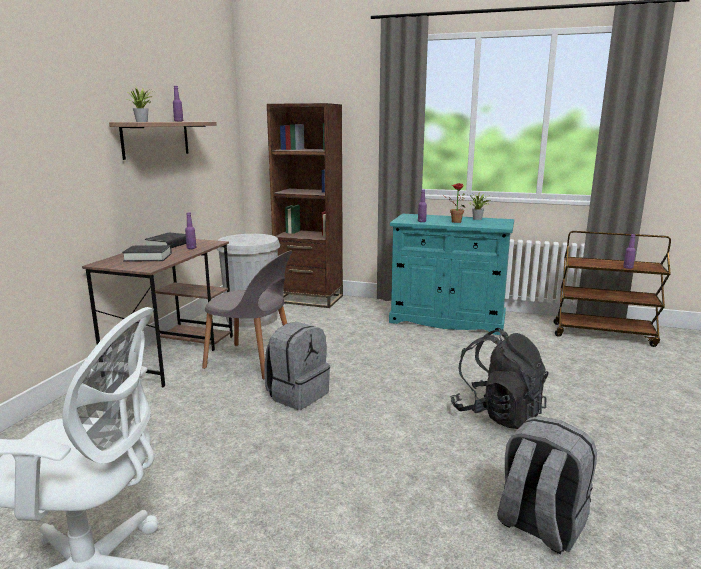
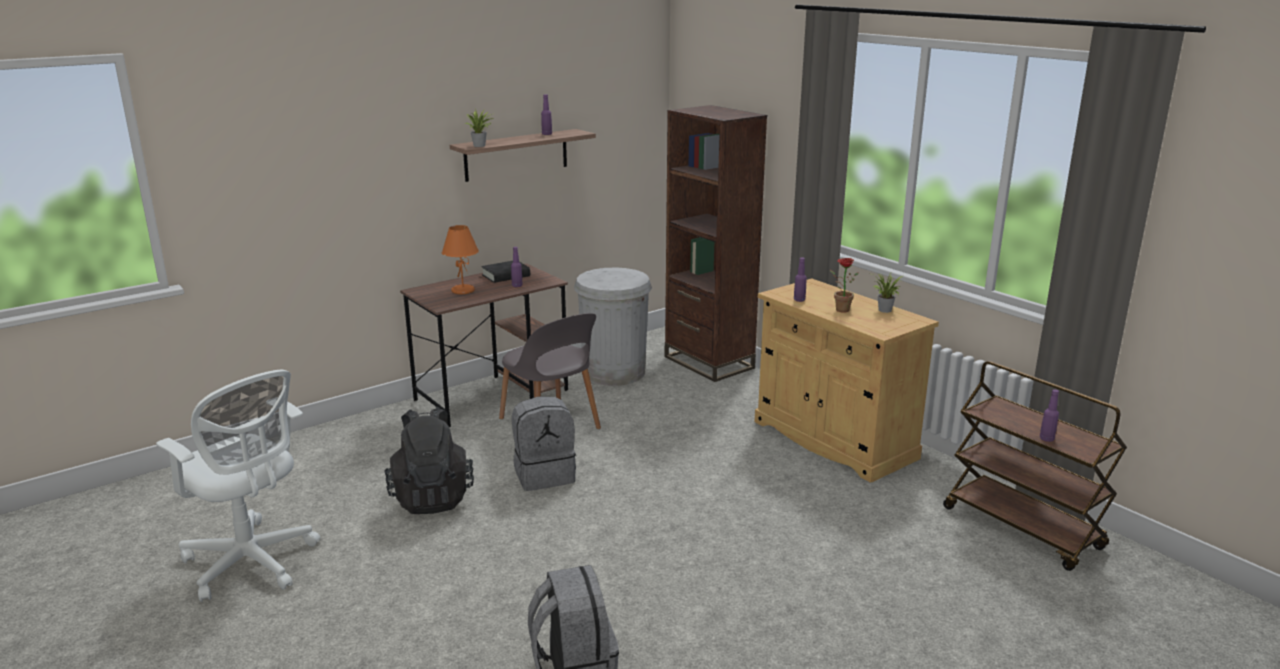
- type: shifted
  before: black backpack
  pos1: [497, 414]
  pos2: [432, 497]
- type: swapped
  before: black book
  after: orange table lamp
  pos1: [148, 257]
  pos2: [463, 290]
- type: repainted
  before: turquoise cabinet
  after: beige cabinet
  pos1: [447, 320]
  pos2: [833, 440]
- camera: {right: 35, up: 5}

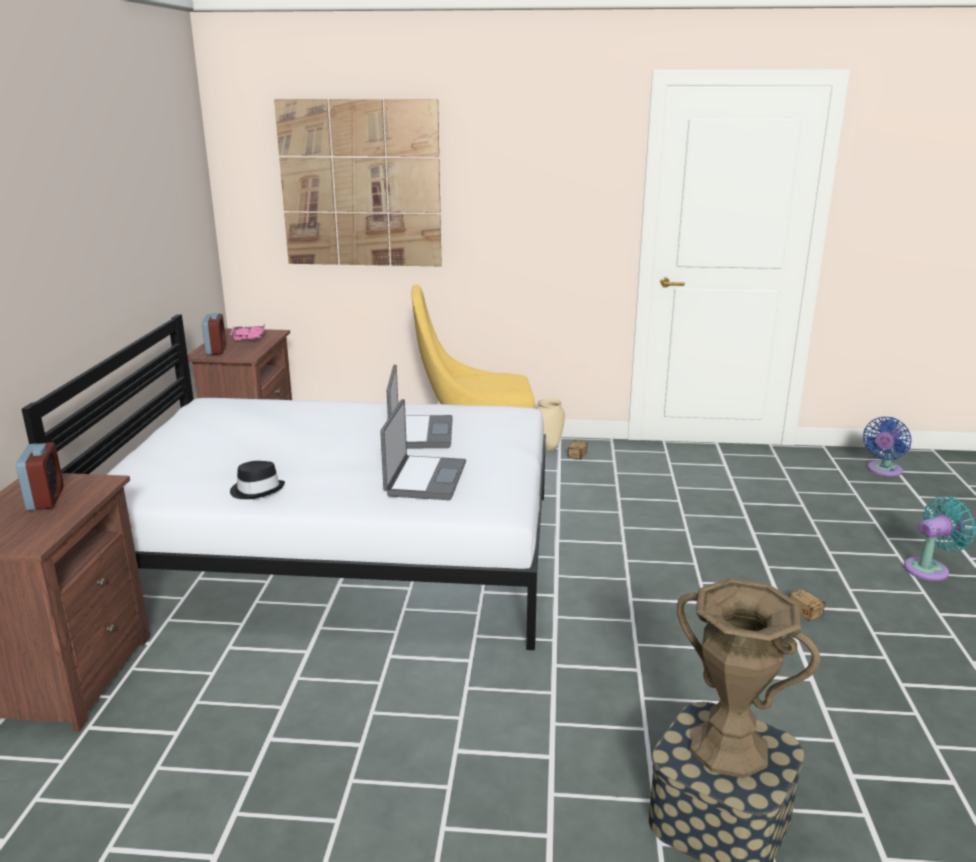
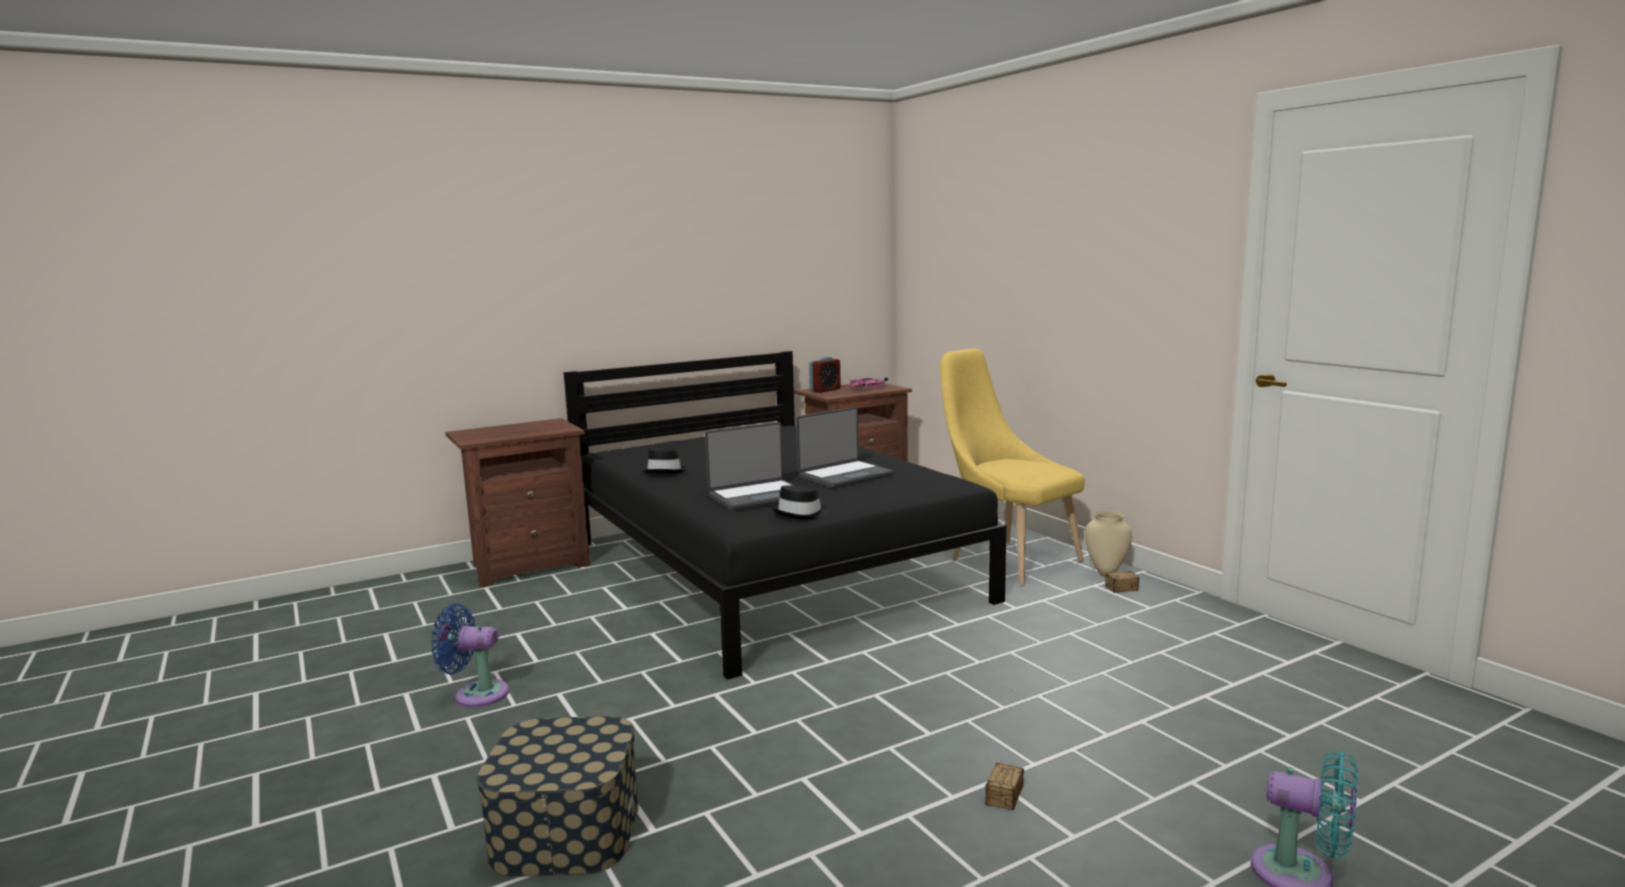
- type: shifted
  before: blue fan
  pos1: [883, 470]
  pos2: [476, 694]
- type: repainted
  before: white bed
  after: black bed
  pos1: [338, 550]
  pos2: [770, 570]
- type: new
  after: black hat
  pos2: [801, 514]
- type: gone
  before: alarm clock
  pos1: [45, 499]
- type: gone
  before: picture
  pos1: [360, 184]
- type: gone
  before: brown vase
  pos1: [728, 748]
- camera: {right: 55, up: -10}

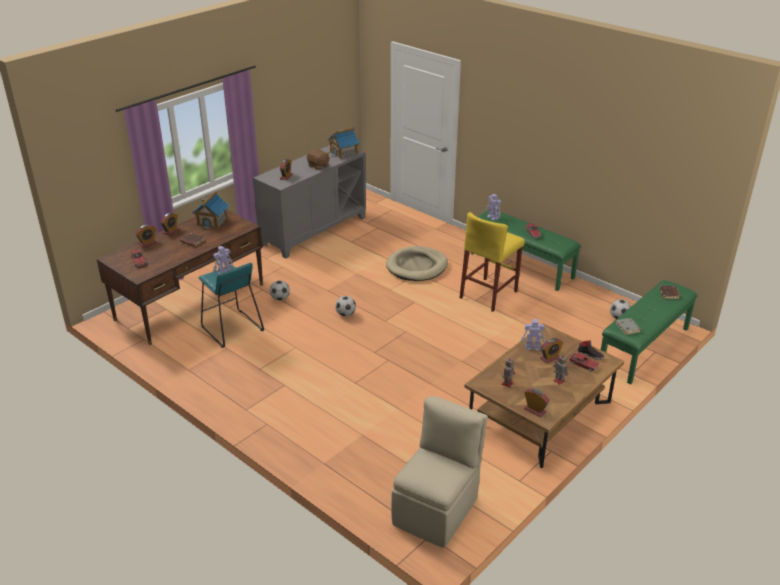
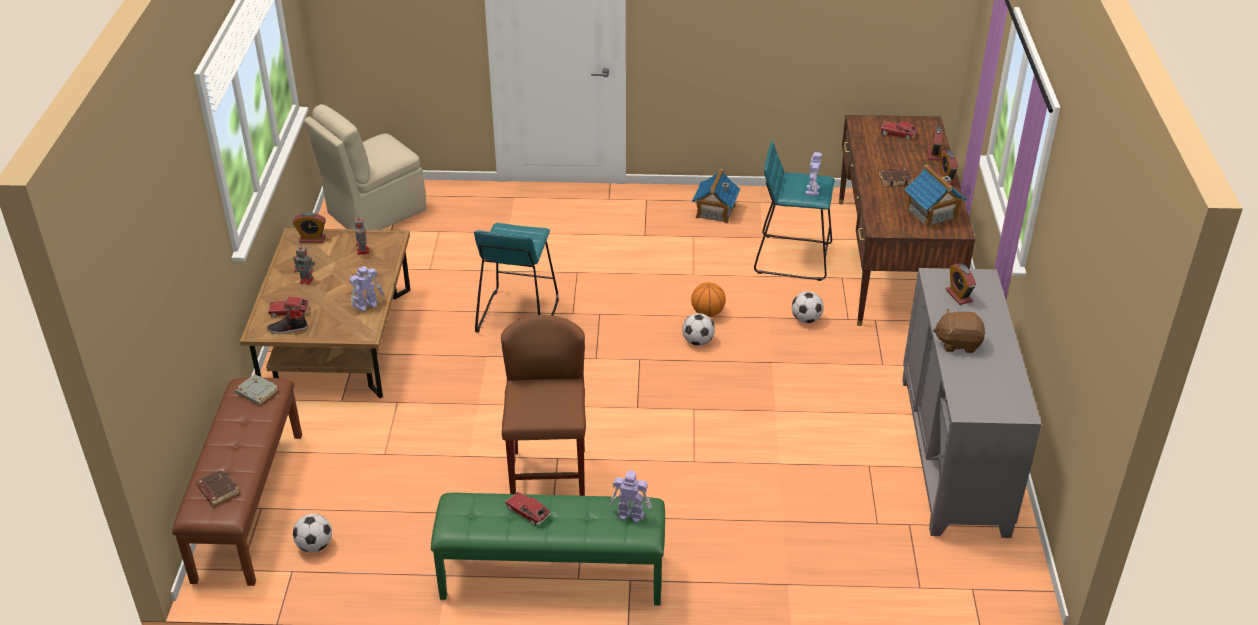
- type: repainted
  before: green bench
  after: brown bench
  pos1: [644, 348]
  pos2: [248, 504]
- type: rotated
  before: beige chair
  pos1: [437, 509]
  pos2: [374, 212]
  turn: 60
- type: new
  after: turquoise stool
  pos2: [517, 315]
- type: repainted
  before: yellow stool
  after: brown stool
  pos1: [488, 294]
  pos2: [548, 480]
- type: new
  after: basketball
  pos2: [707, 313]
- type: shifted
  before: toy house
  pos1: [344, 153]
  pos2: [715, 212]
- type: gone
  before: beige dog bed
  pos1: [417, 266]
- type: gone
  before: alarm clock
  pos1: [550, 358]
- camera: {right: 140, up: 5}

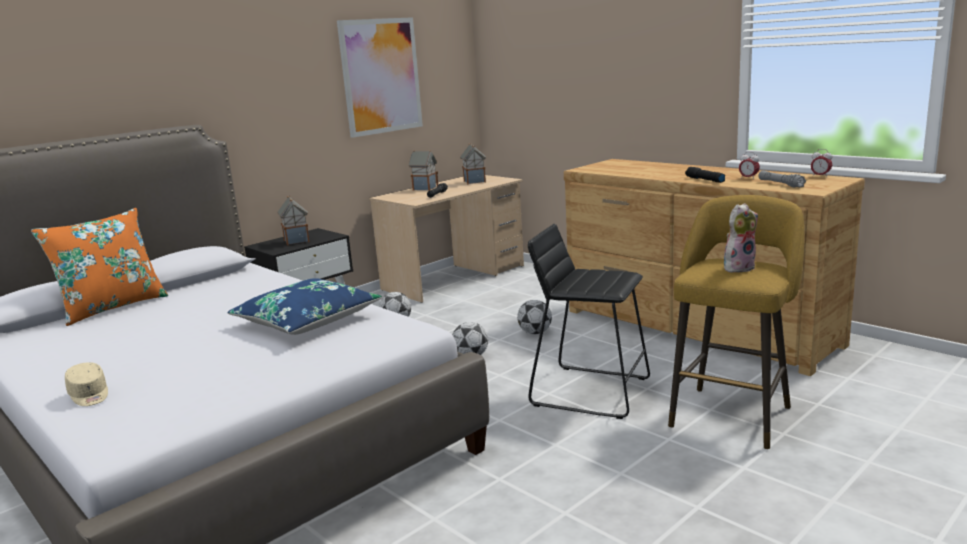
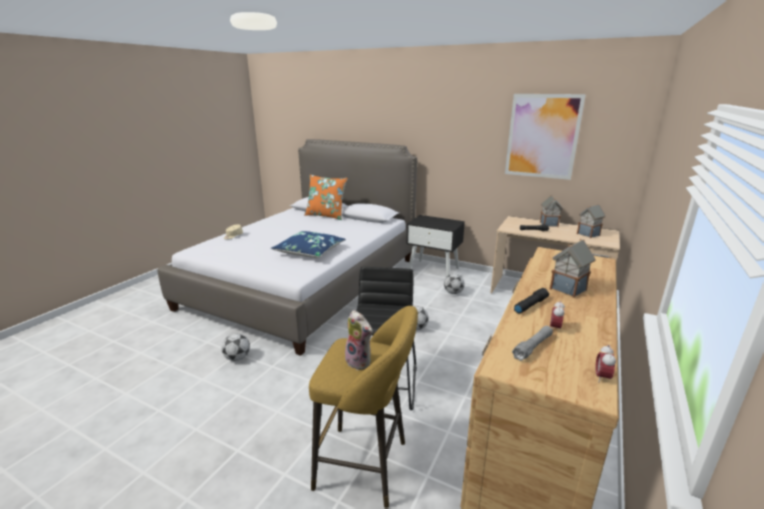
- type: shifted
  before: football
  pos1: [535, 333]
  pos2: [237, 358]
- type: shifted
  before: toy house
  pos1: [296, 241]
  pos2: [568, 289]
- camera: {right: 70, up: 5}

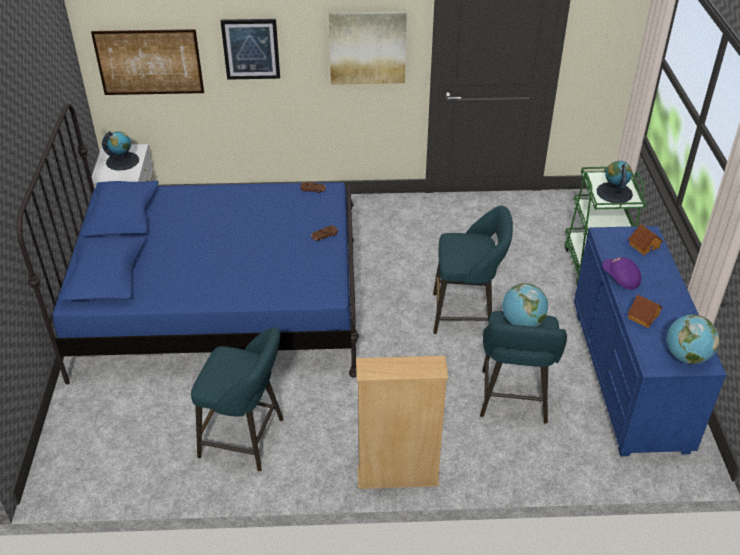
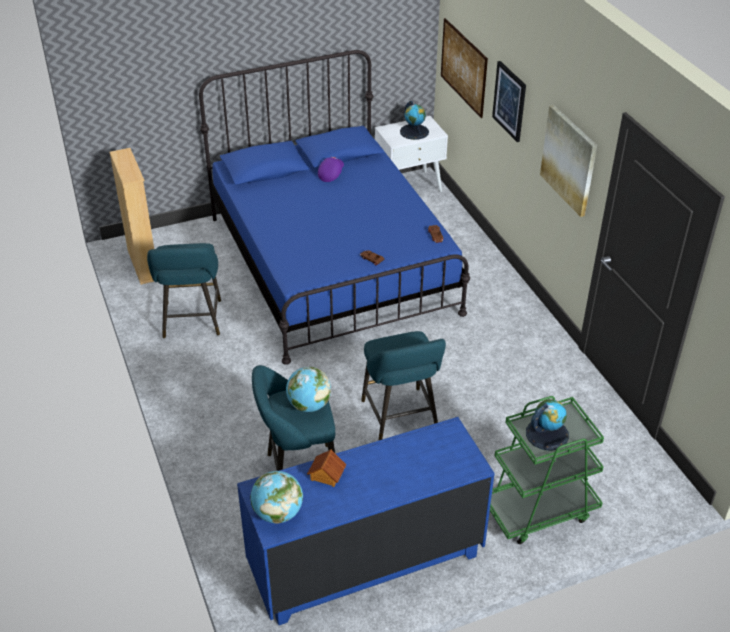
- type: shifted
  before: beige bookcase
  pos1: [398, 477]
  pos2: [143, 265]
- type: shifted
  before: purple cap
  pos1: [620, 278]
  pos2: [331, 174]
- type: gone
  before: toy house
  pos1: [643, 245]
- camera: {right: 70, up: 0}

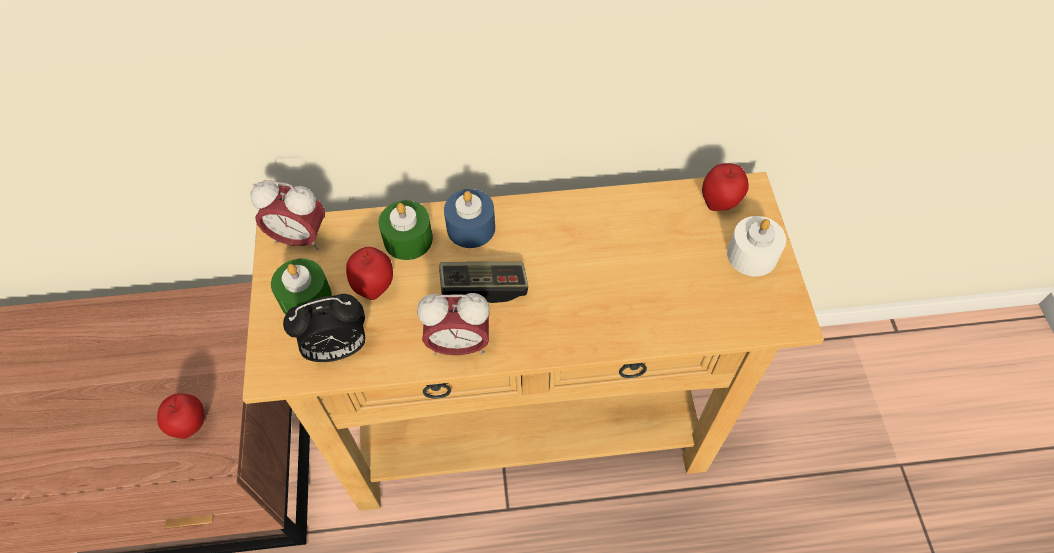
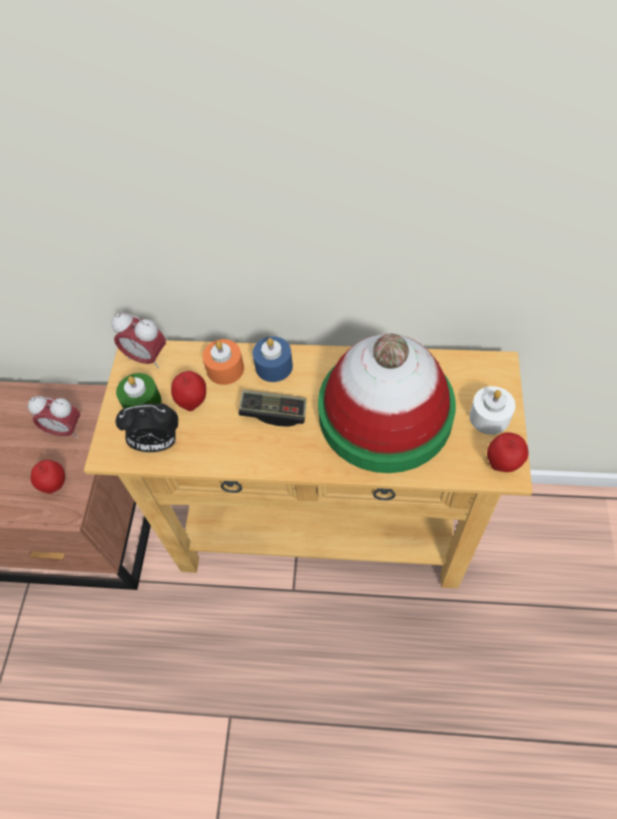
- type: shifted
  before: alarm clock
  pos1: [459, 344]
  pos2: [65, 430]
- type: repainted
  before: green candle
  after: orange candle
  pos1: [408, 239]
  pos2: [225, 369]
- type: new
  after: hat
  pos2: [385, 413]
- type: shifted
  before: apple
  pos1: [719, 203]
  pos2: [502, 464]
- camera: {right: 15, up: 0}

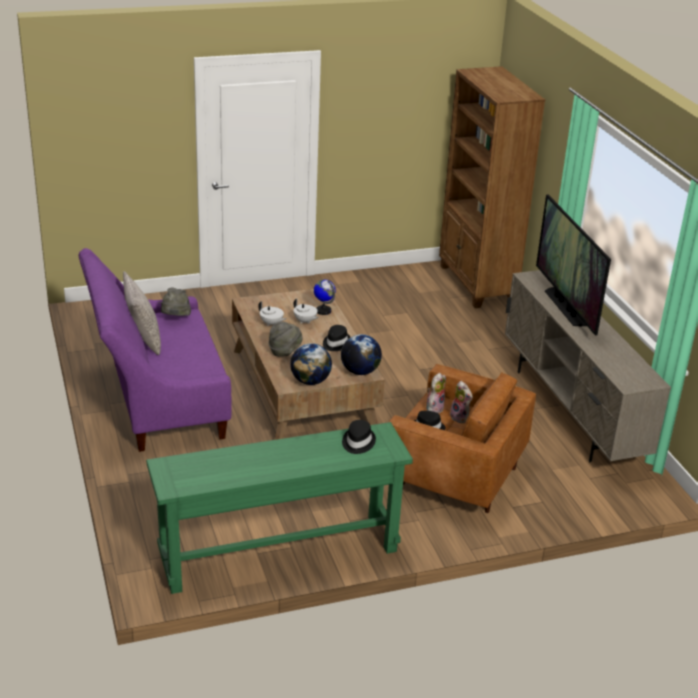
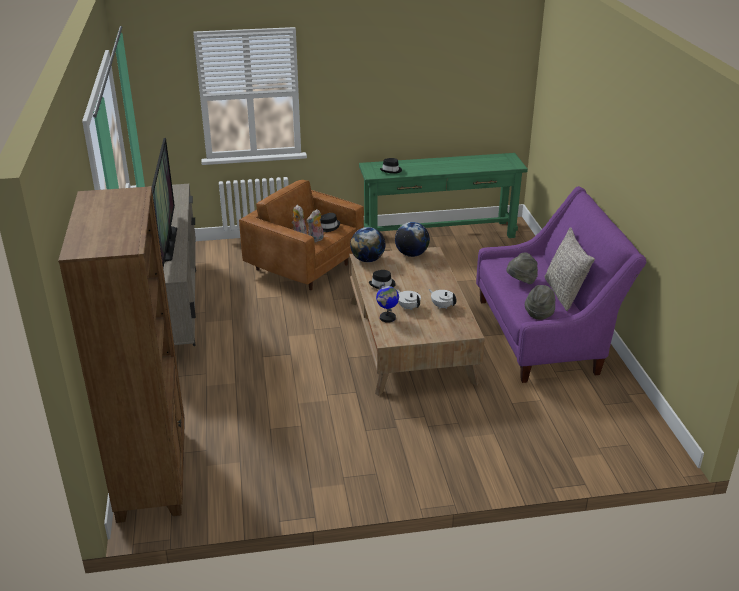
- type: shifted
  before: grey hat
  pos1: [284, 351]
  pos2: [521, 281]
- camera: {right: -170, up: 0}

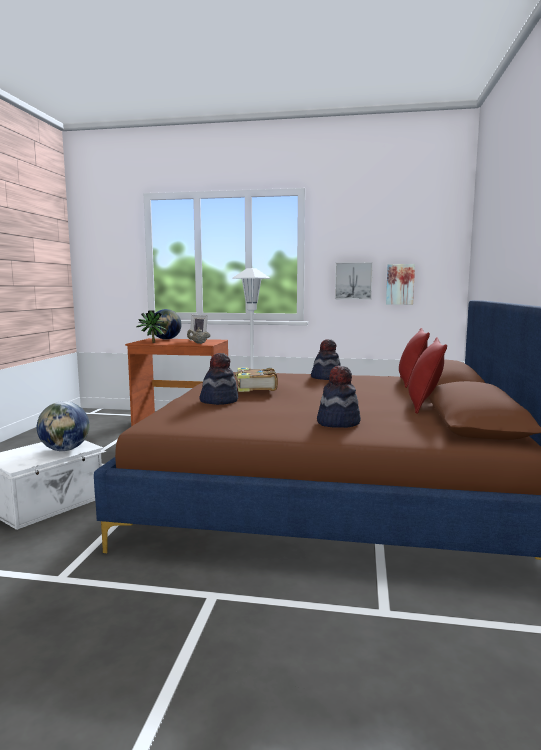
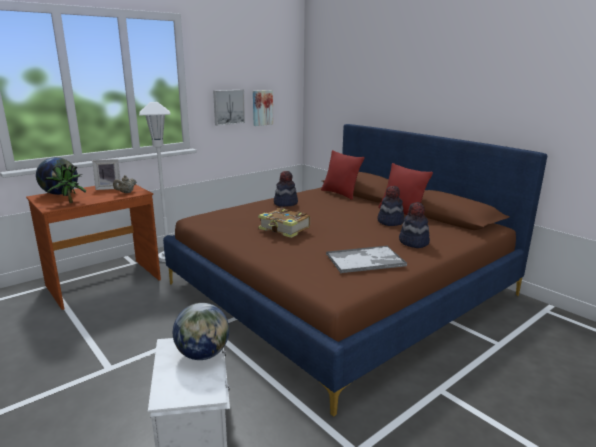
- type: new
  after: tray
  pos2: [366, 260]
- type: shifted
  before: hat
  pos1: [219, 401]
  pos2: [390, 221]
- camera: {right: -50, up: 10}

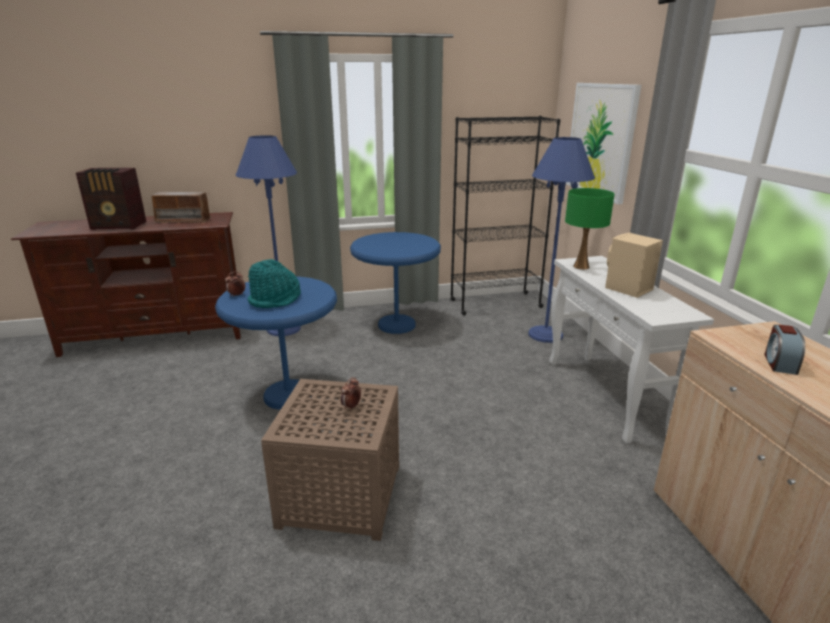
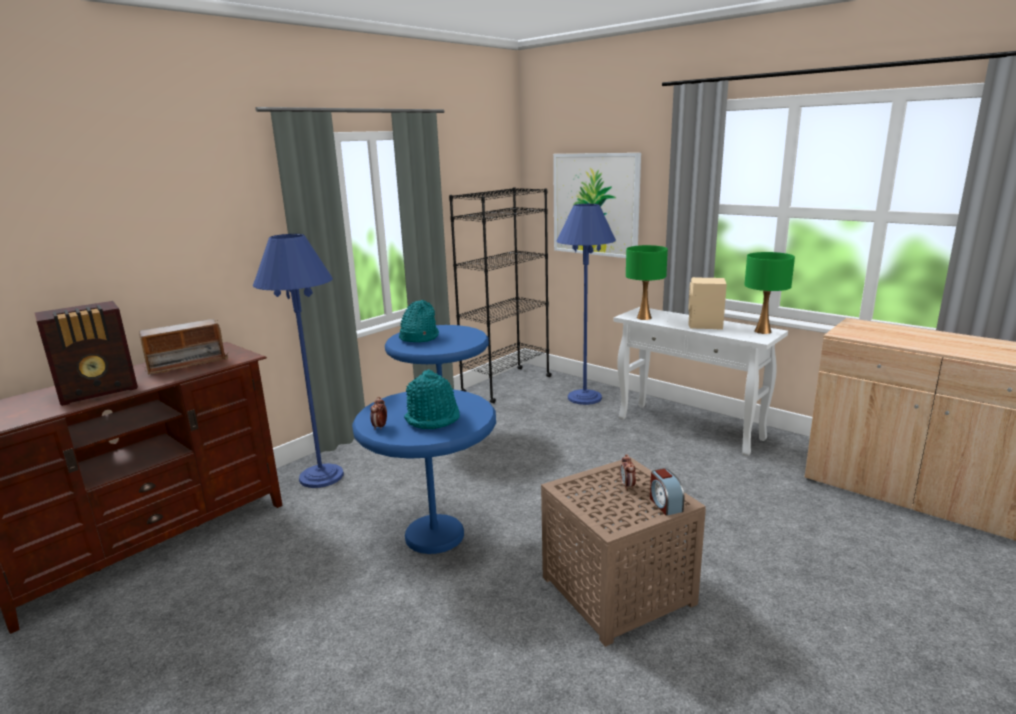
- type: new
  after: turquoise hat
  pos2: [418, 337]
- type: shifted
  before: alarm clock
  pos1: [779, 363]
  pos2: [665, 504]
- type: new
  after: green table lamp
  pos2: [763, 331]
- camera: {right: -35, up: -5}

